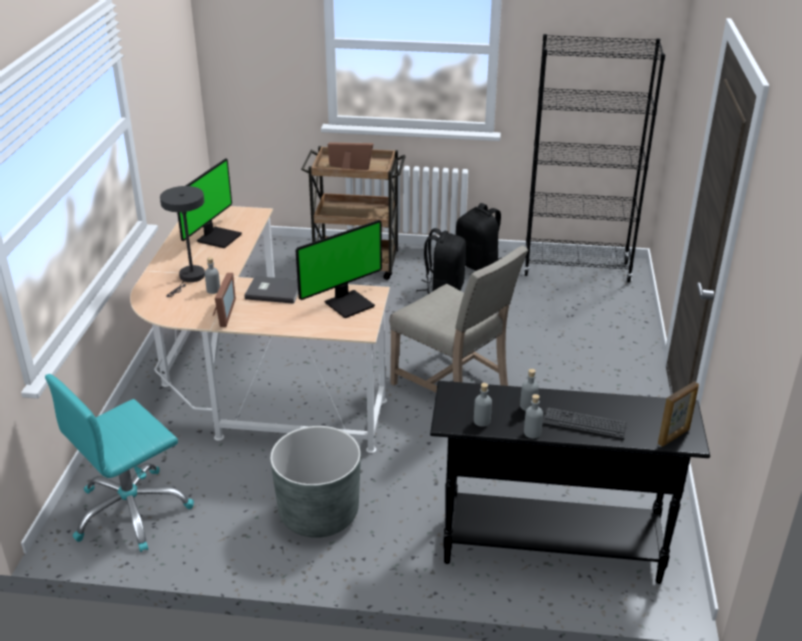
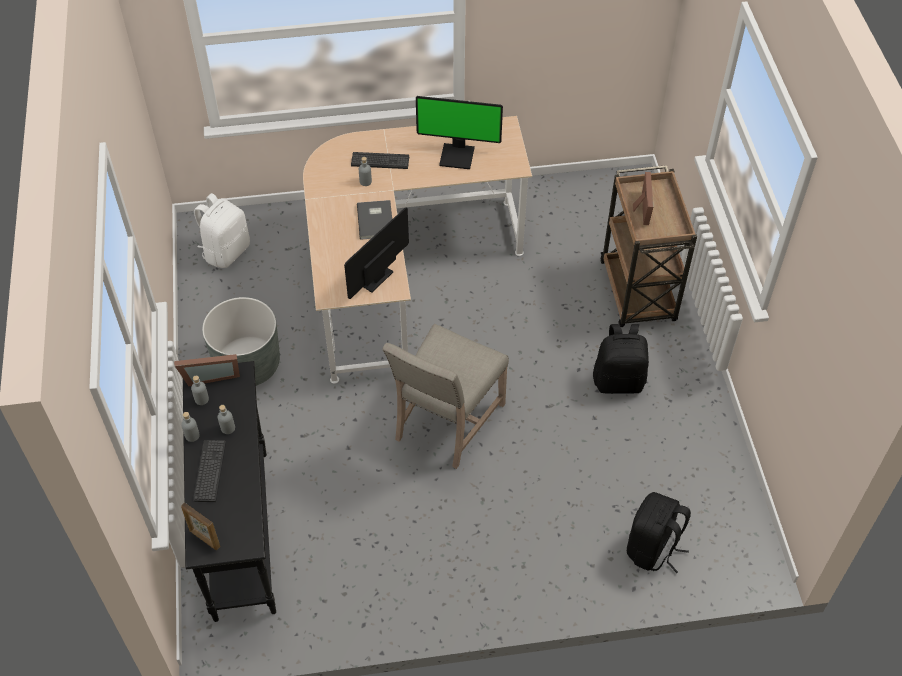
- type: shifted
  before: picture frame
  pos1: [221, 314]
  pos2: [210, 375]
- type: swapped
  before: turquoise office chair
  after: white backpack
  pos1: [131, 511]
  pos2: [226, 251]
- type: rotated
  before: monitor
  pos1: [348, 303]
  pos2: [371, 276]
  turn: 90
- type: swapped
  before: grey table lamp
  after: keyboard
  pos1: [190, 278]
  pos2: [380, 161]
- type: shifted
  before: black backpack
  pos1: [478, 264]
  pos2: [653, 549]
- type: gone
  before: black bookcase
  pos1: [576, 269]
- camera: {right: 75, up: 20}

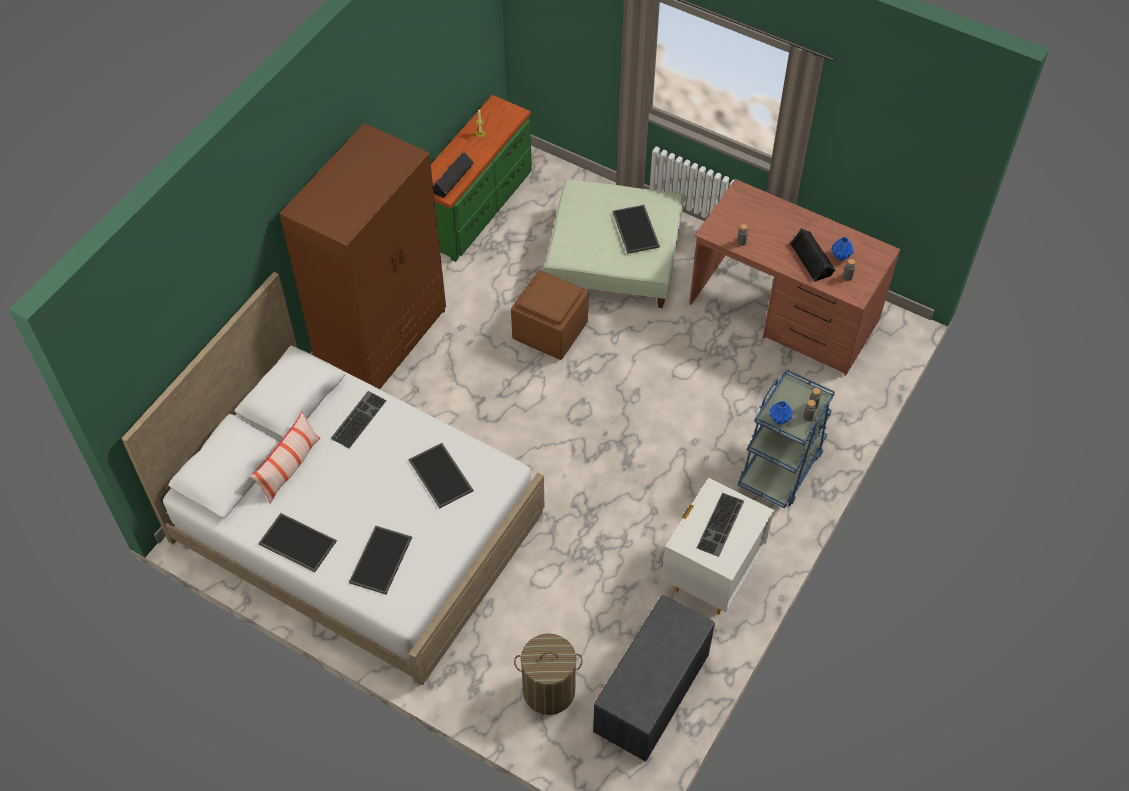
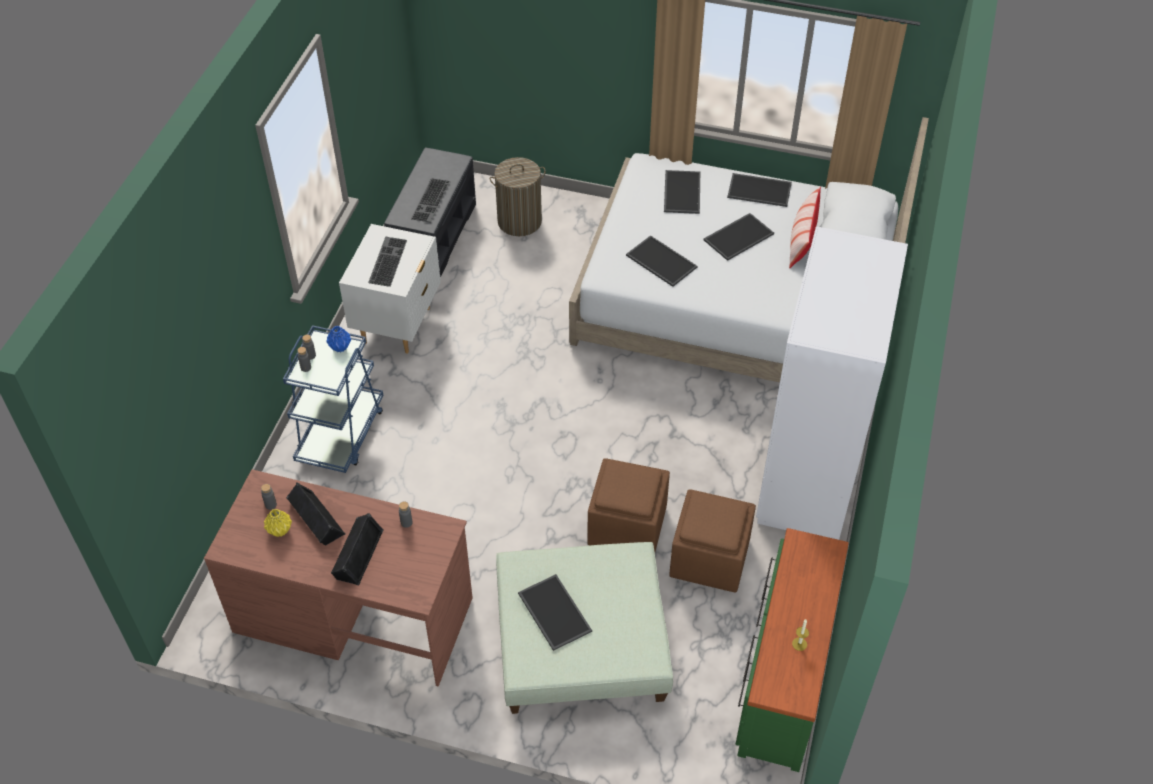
- type: repainted
  before: blue vase
  after: yellow vase
  pos1: [840, 256]
  pos2: [280, 531]
- type: shifted
  before: black speaker
  pos1: [452, 180]
  pos2: [357, 553]
- type: shifted
  before: keyboard
  pos1: [358, 418]
  pos2: [432, 201]
- type: new
  after: brown ottoman
  pos2: [709, 557]
- type: new
  after: tray
  pos2: [738, 236]
- type: repainted
  before: brown wardrobe
  after: white wardrobe
  pos1: [383, 340]
  pos2: [808, 474]
- camera: {right: 165, up: -5}

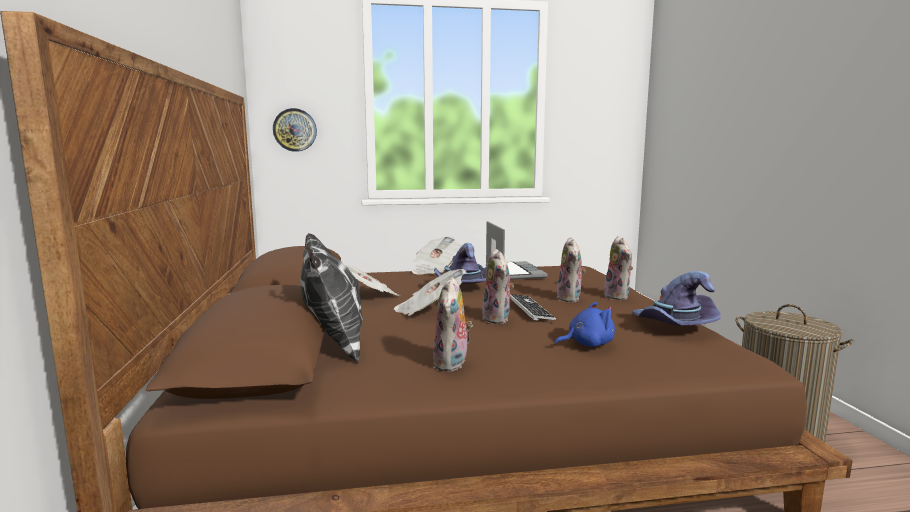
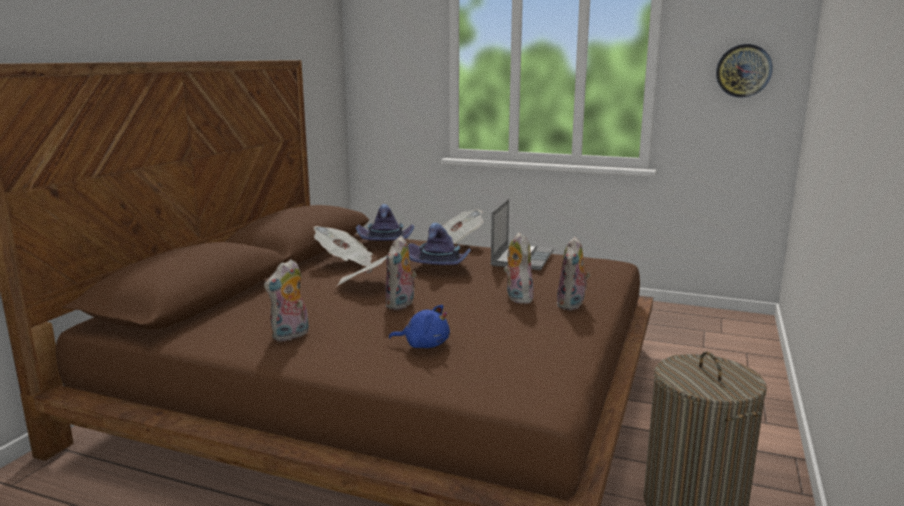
- type: shifted
  before: purple hat
  pos1: [673, 326]
  pos2: [385, 243]
- type: rotated
  before: plush toy
  pos1: [570, 298]
  pos2: [516, 298]
  turn: 135
- type: shifted
  before: wall clock
  pos1: [295, 130]
  pos2: [743, 70]
- type: gone
  before: pillow
  pos1: [333, 346]
- type: gone
  before: keyboard
  pos1: [530, 309]
- camera: {right: 30, up: 5}

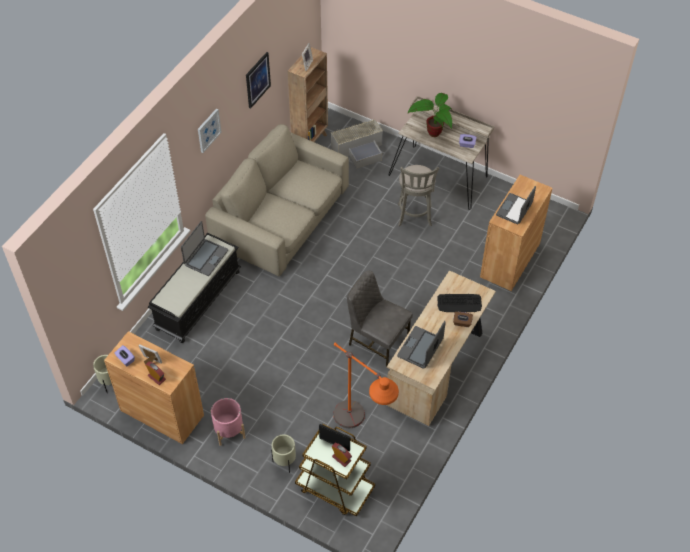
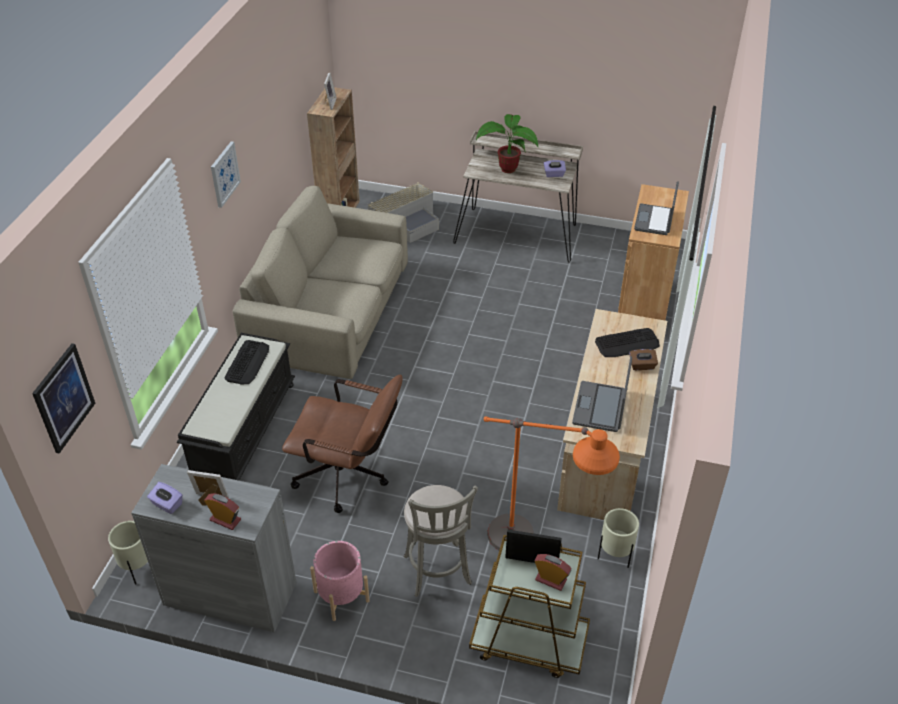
- type: shifted
  before: picture
  pos1: [257, 80]
  pos2: [63, 398]
- type: repainted
  before: brown cabinet
  after: grey cabinet
  pos1: [162, 413]
  pos2: [230, 593]
- type: swapped
  before: laptop
  after: keyboard
  pos1: [206, 257]
  pos2: [247, 362]
- type: new
  after: brown office chair
  pos2: [349, 477]
- type: shifted
  before: grey stool
  pos1: [414, 216]
  pos2: [438, 573]
- type: shifted
  before: beige planter
  pos1: [284, 462]
  pos2: [614, 556]
- type: gone
  before: grey chair
  pos1: [377, 340]
- camera: {right: -15, up: -10}

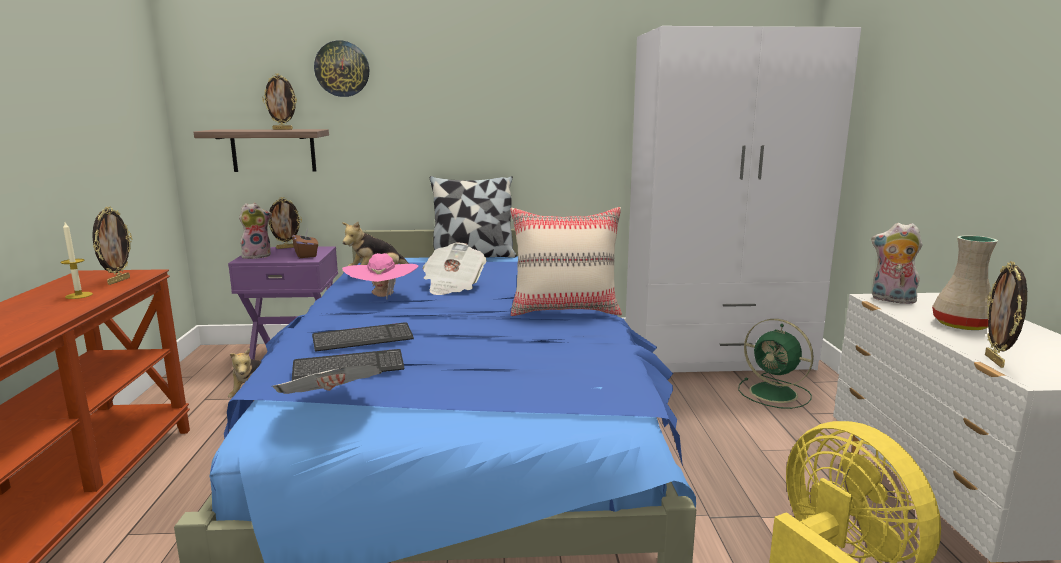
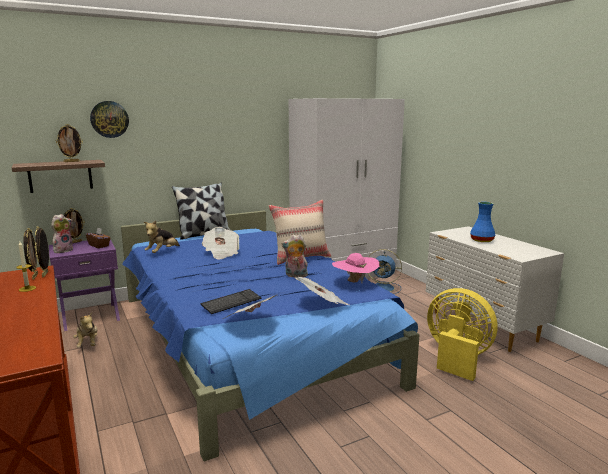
- type: shifted
  before: picture frame
  pos1: [995, 361]
  pos2: [46, 274]
- type: shifted
  before: plush toy
  pos1: [891, 300]
  pos2: [295, 276]
- type: new
  after: newspaper
  pos2: [322, 304]
- type: shifted
  before: pink hat
  pos1: [382, 297]
  pos2: [354, 282]
- type: repainted
  before: green fan
  after: blue fan
  pos1: [775, 393]
  pos2: [384, 288]
- type: repainted
  before: beige vase
  after: blue vase
  pos1: [963, 325]
  pos2: [482, 240]
- type: gone
  before: keyboard
  pos1: [363, 339]
- camera: {right: -25, up: 0}

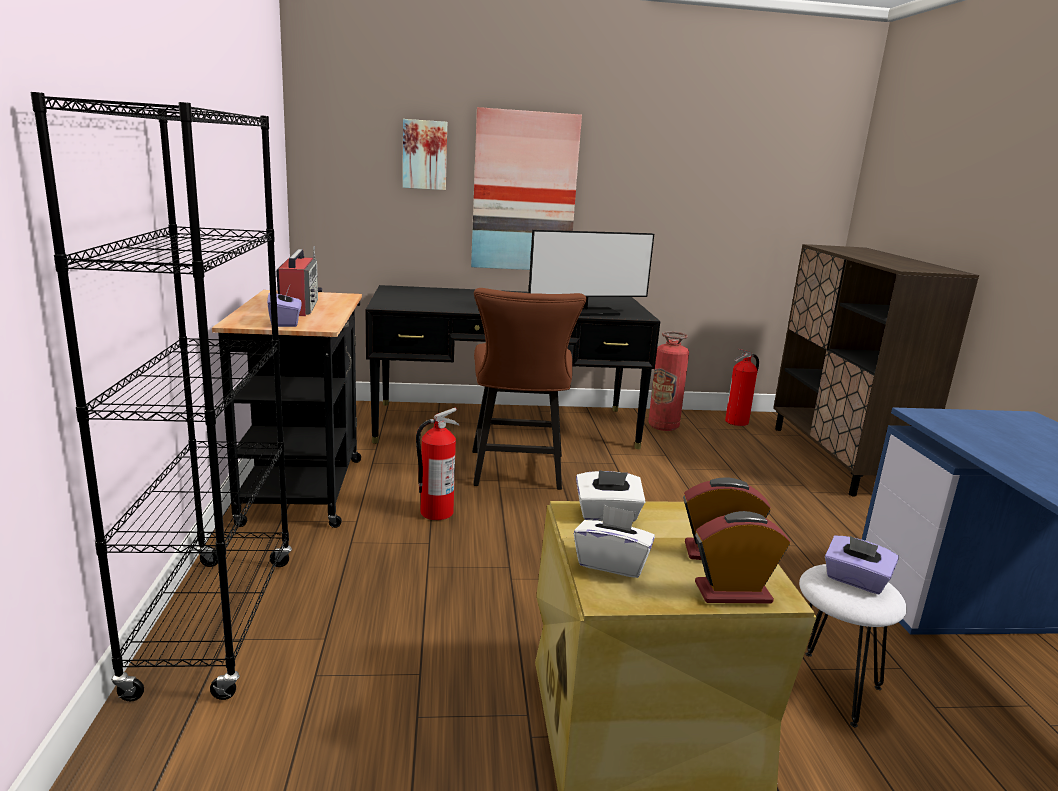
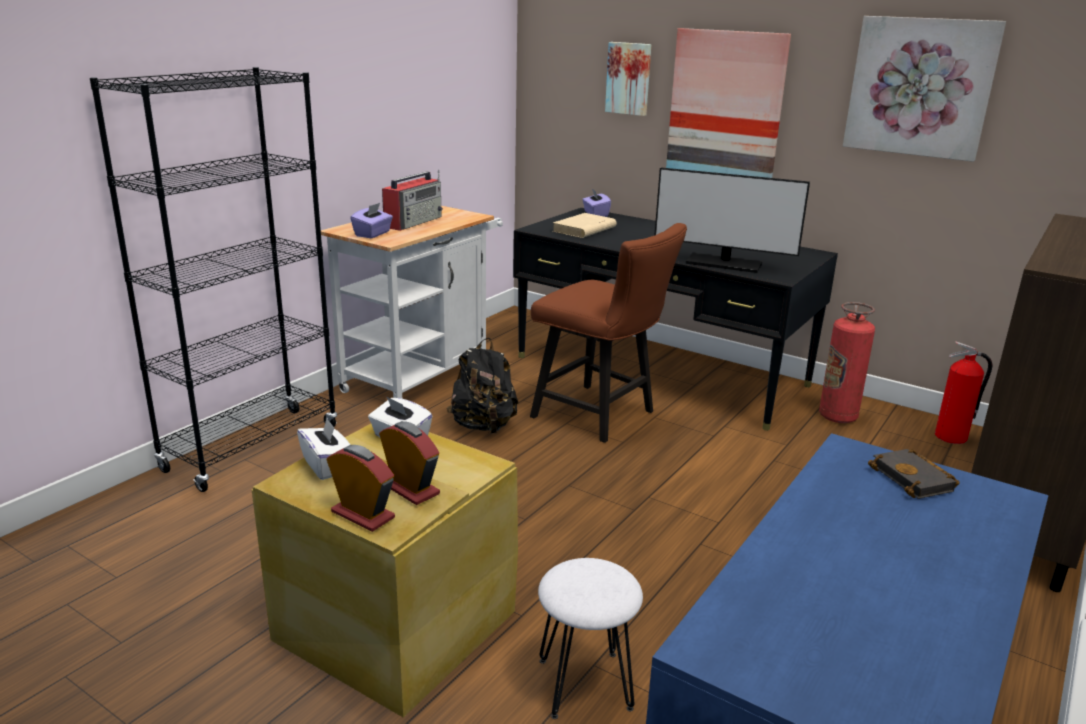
- type: repainted
  before: black cart
  after: white cart
  pos1: [304, 485]
  pos2: [422, 376]
- type: swapped
  before: fire extinguisher
  after: black backpack
  pos1: [436, 512]
  pos2: [483, 426]
- type: rotated
  before: brown chair
  pos1: [517, 473]
  pos2: [601, 416]
  turn: -90
- type: new
  after: beige book
  pos2: [584, 229]
- type: shifted
  before: purple tissue box
  pos1: [855, 580]
  pos2: [595, 214]
- type: new
  after: picture
  pos2: [920, 87]
- type: new
  after: black book
  pos2: [915, 480]
- camera: {right: 40, up: 5}

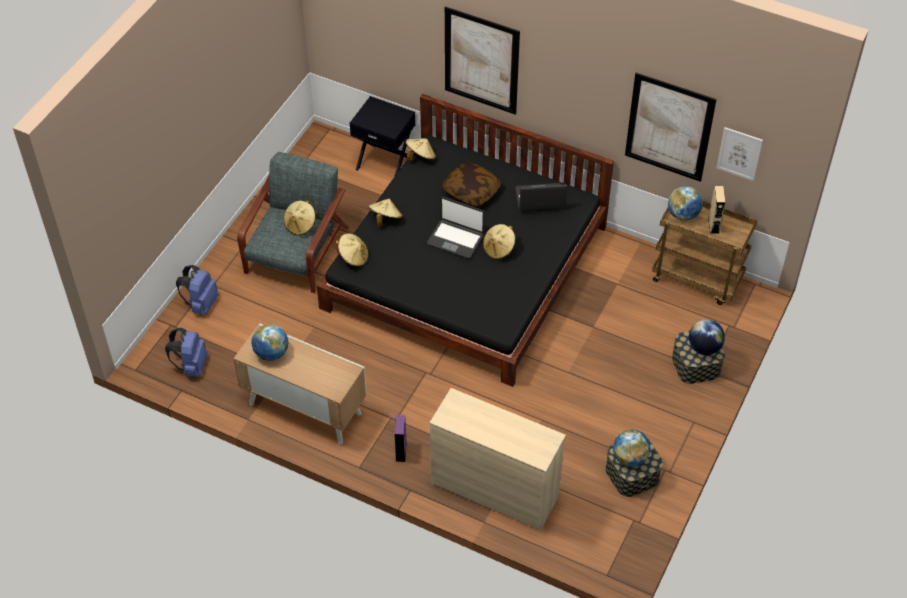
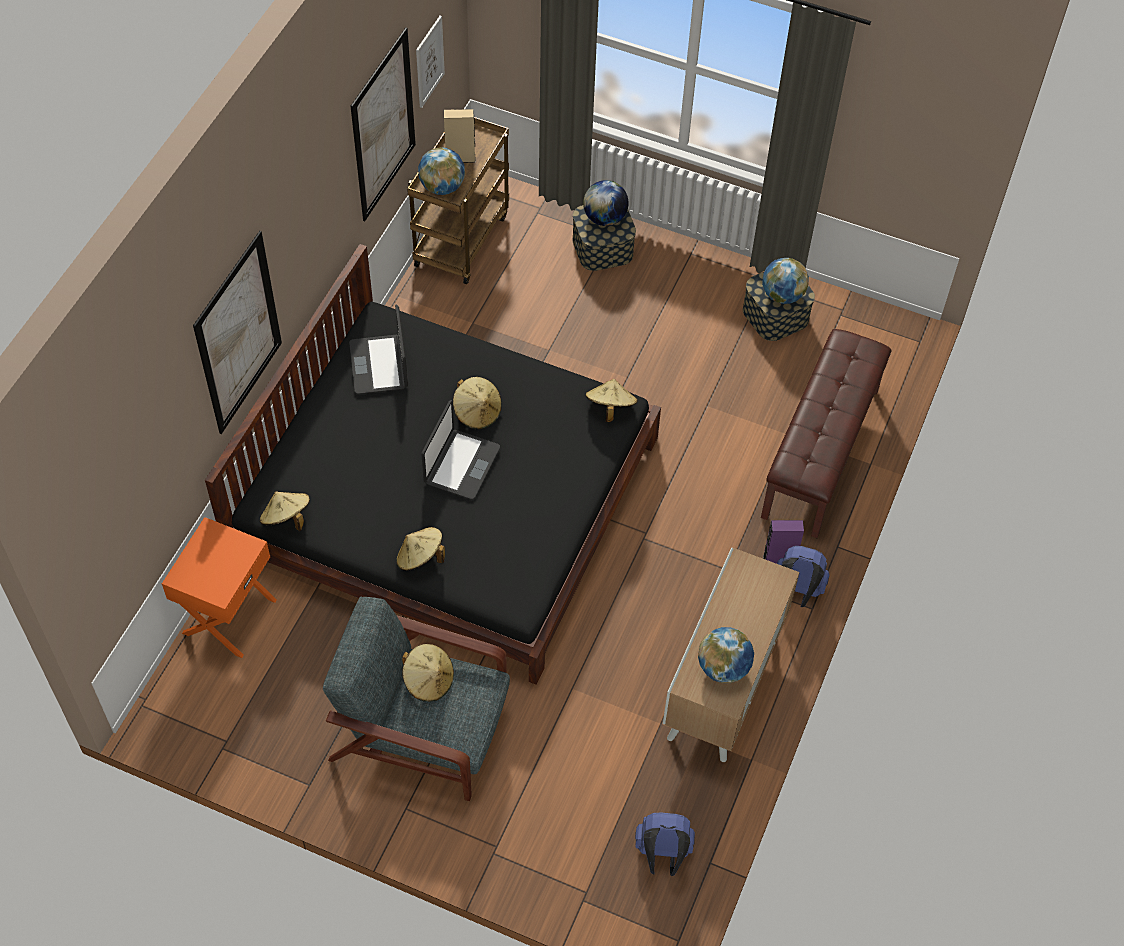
- type: repainted
  before: black nightstand
  after: orange nightstand
  pos1: [385, 163]
  pos2: [228, 616]
- type: shifted
  before: beige hat
  pos1: [353, 257]
  pos2: [610, 407]
- type: swapped
  before: beige dresser
  after: brown bench
  pos1: [495, 490]
  pos2: [821, 453]
- type: shifted
  before: blue backpack
  pos1: [201, 304]
  pos2: [796, 592]
- type: gone
  before: pillow
  pos1: [471, 191]
- camera: {right: -95, up: 5}

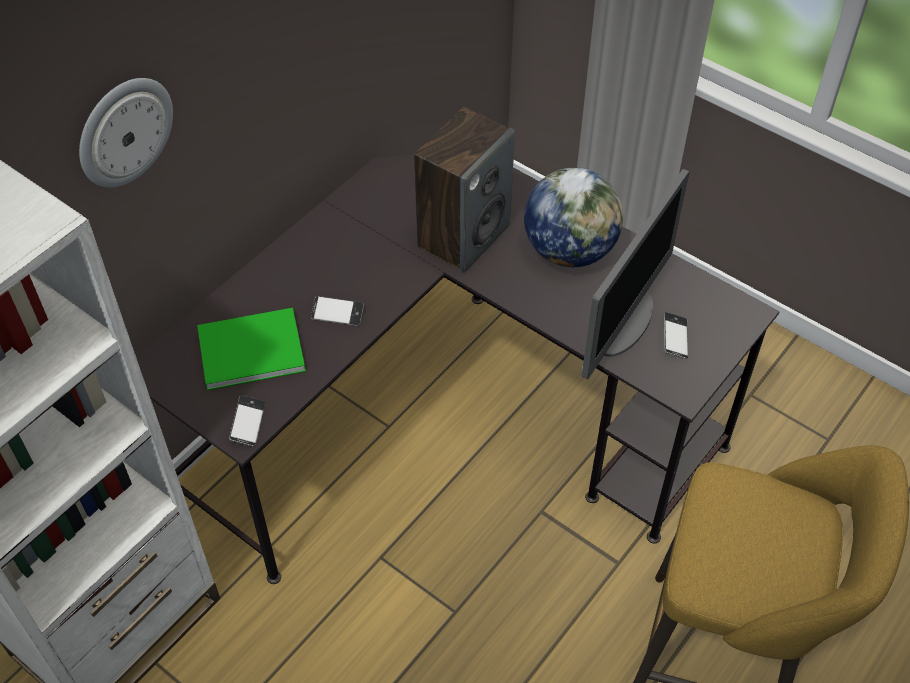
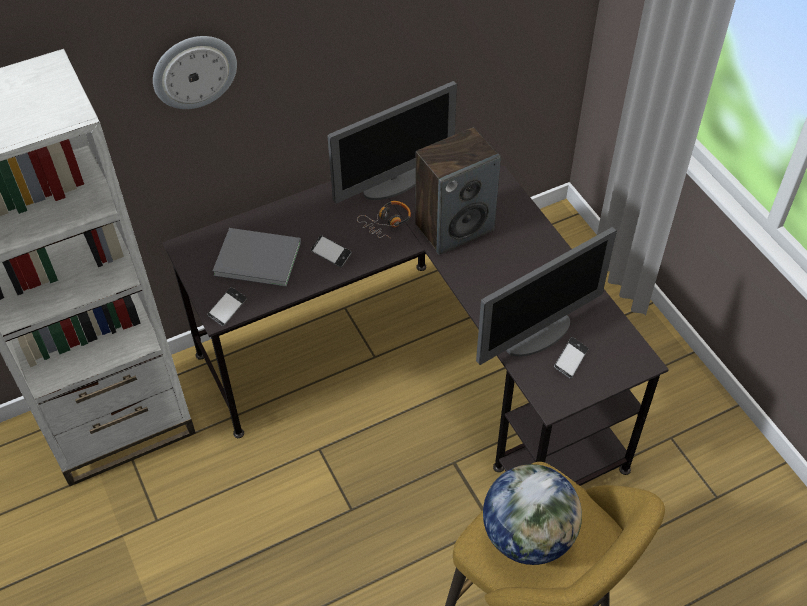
- type: repainted
  before: green book
  after: grey book
  pos1: [247, 349]
  pos2: [256, 256]
- type: new
  after: monitor
  pos2: [394, 183]
- type: new
  after: headphones
  pos2: [387, 223]
- type: shifted
  before: globe
  pos1: [569, 250]
  pos2: [528, 535]
- camera: {right: 25, up: 0}

